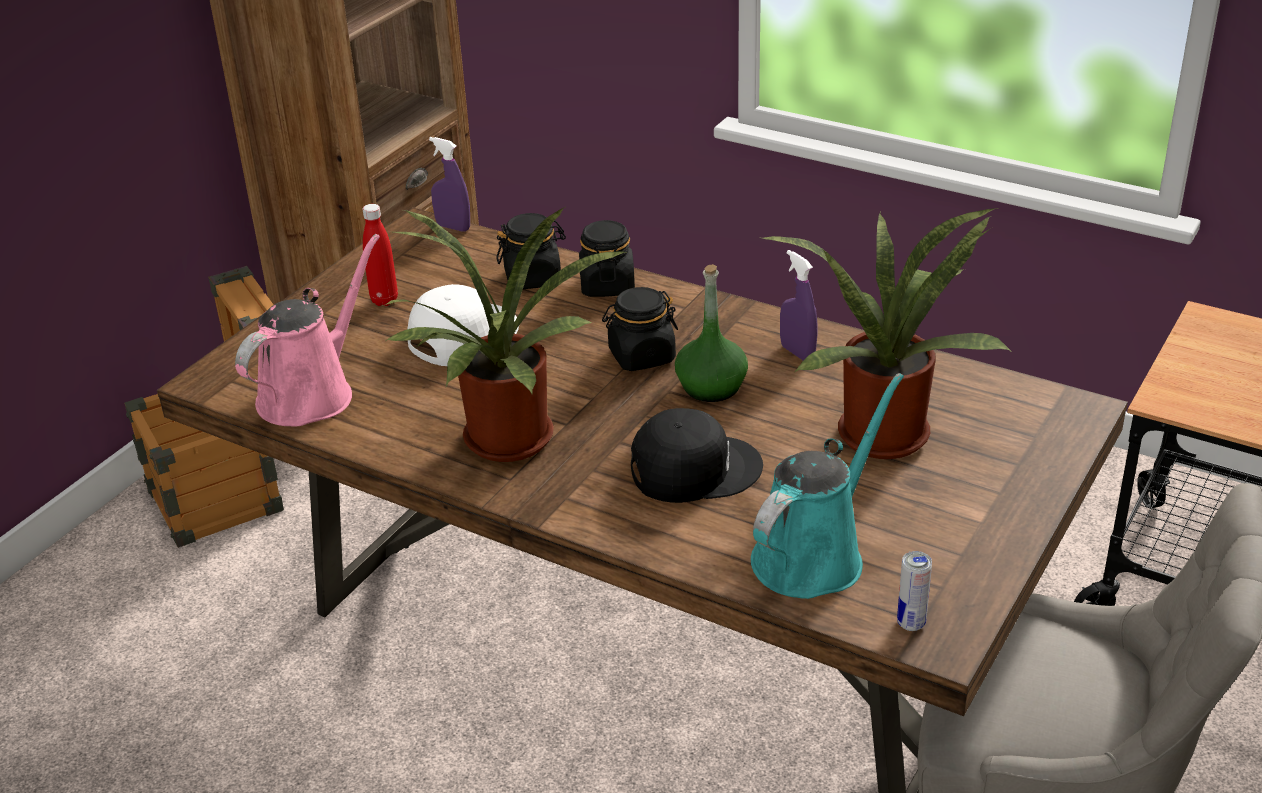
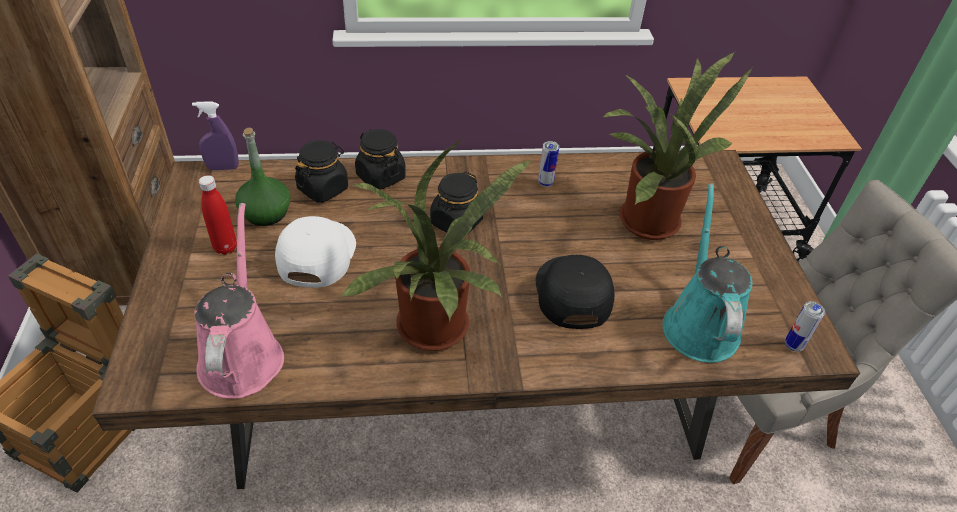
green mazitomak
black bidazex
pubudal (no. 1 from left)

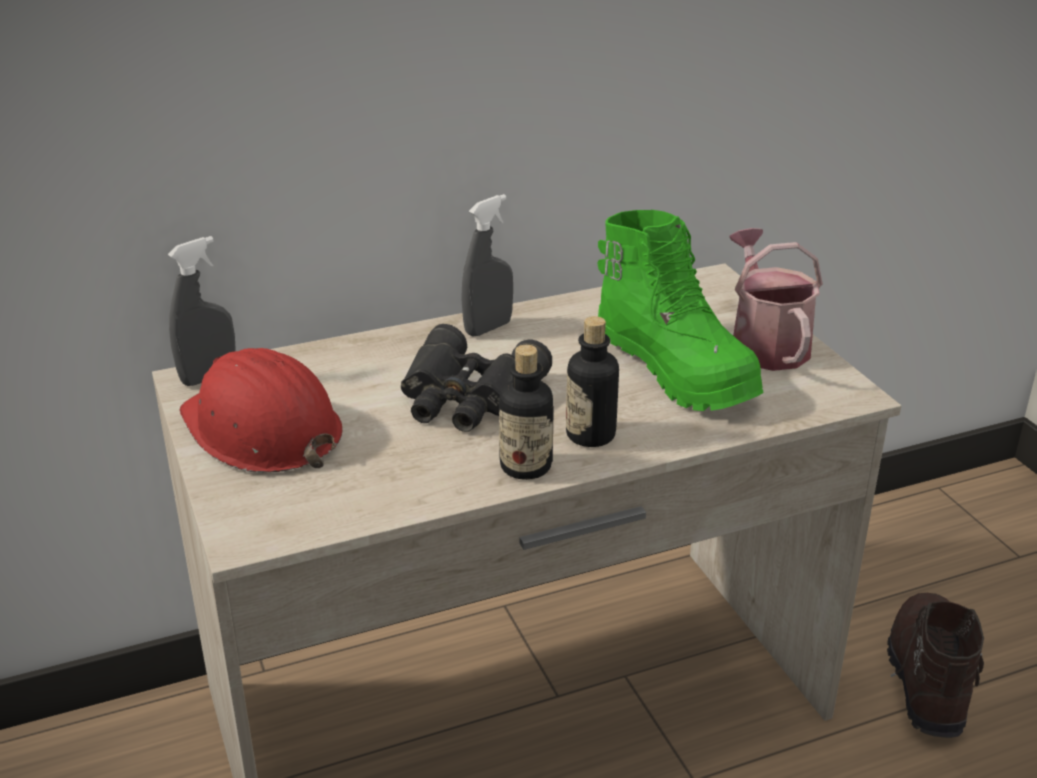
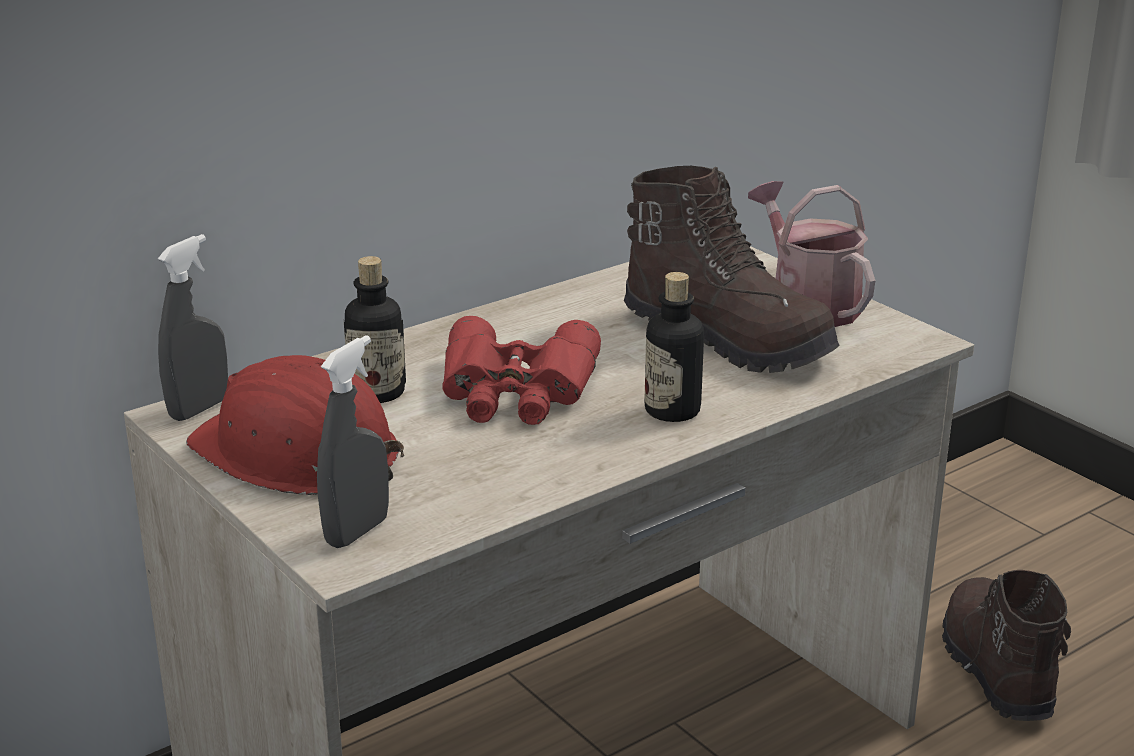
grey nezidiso (no. 2 from left)
mazitomak (no. 1 from left)
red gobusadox
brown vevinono (no. 1 from left)

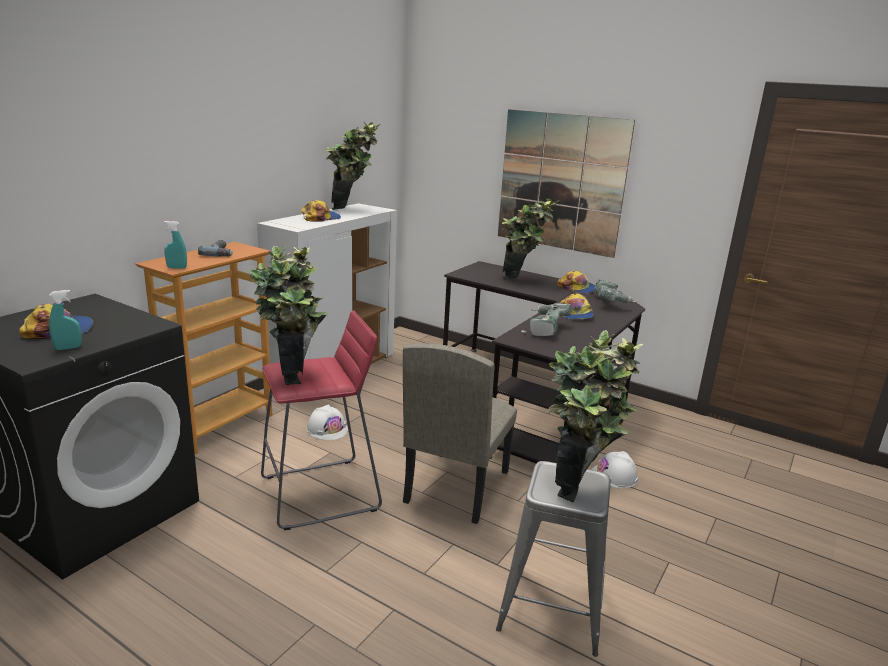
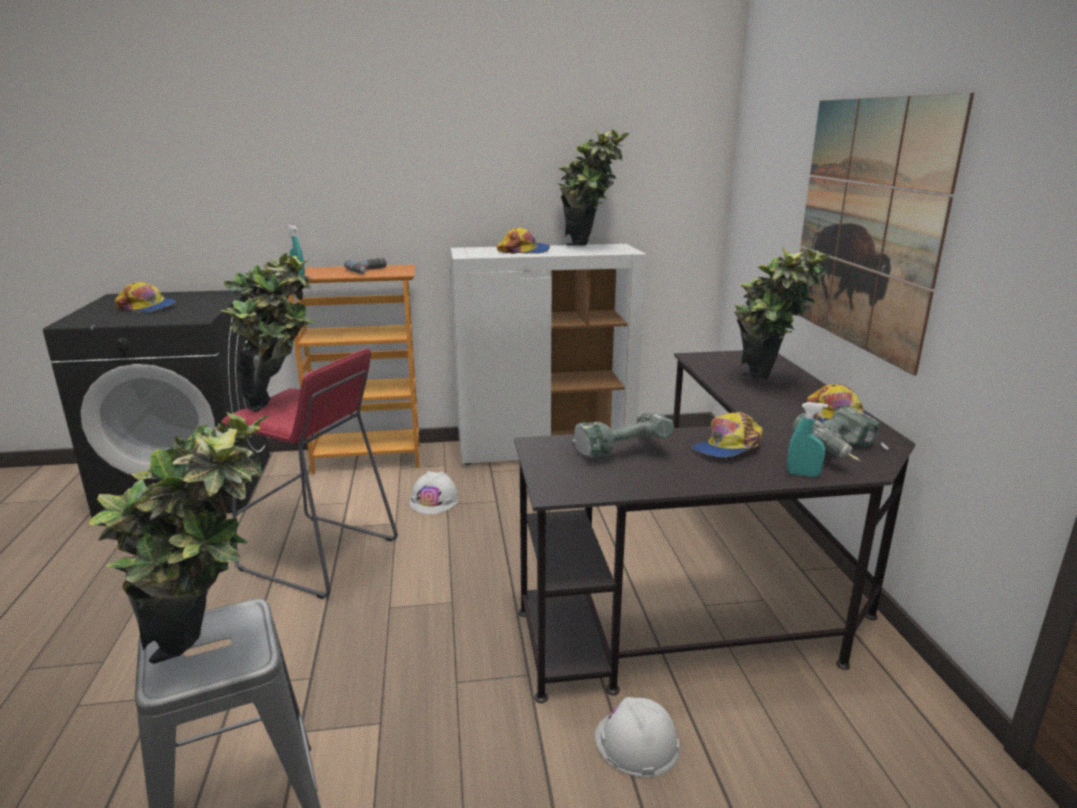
turquoise nezidiso (no. 2 from left)
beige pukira

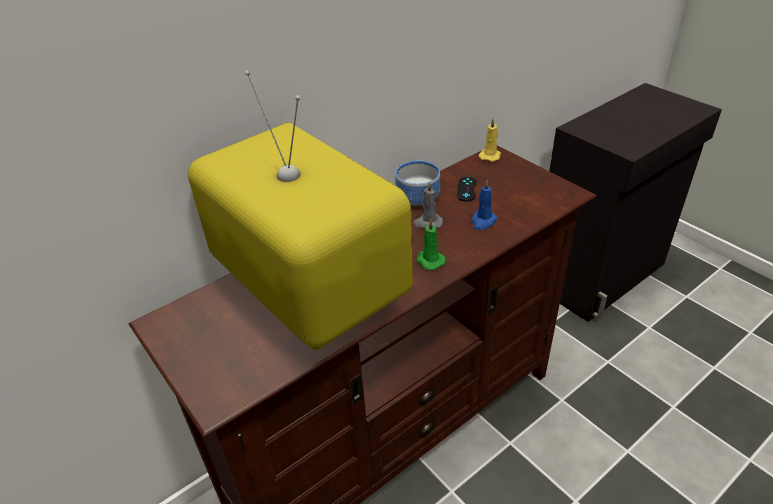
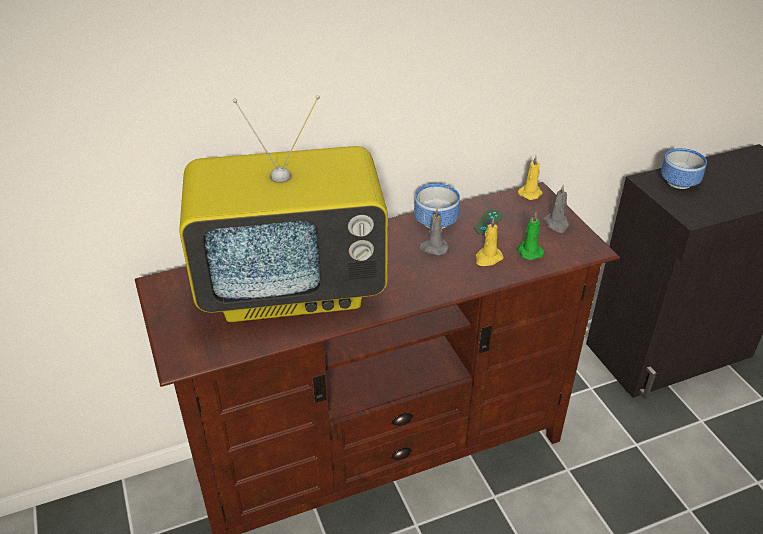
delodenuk
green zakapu
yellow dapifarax (no. 1 from left)
green dapifarax
grey dapifarax (no. 2 from left)
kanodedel (no. 2 from left)

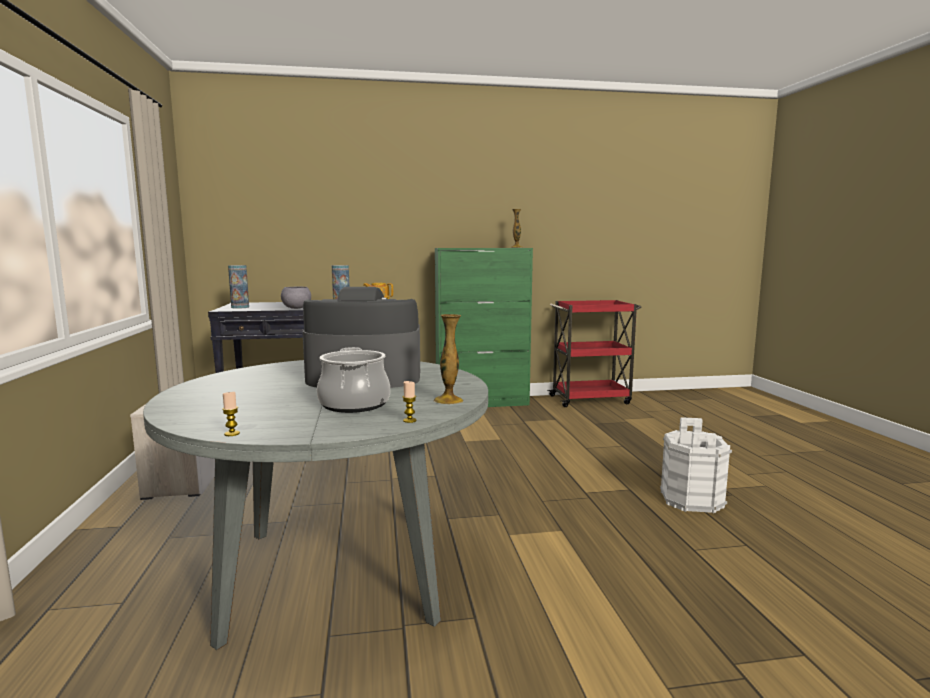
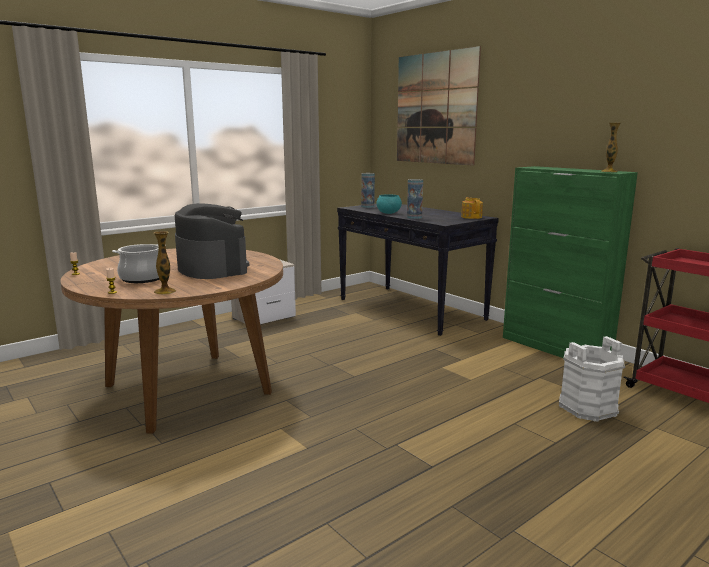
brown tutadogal
turquoise kanodedel
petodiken
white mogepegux

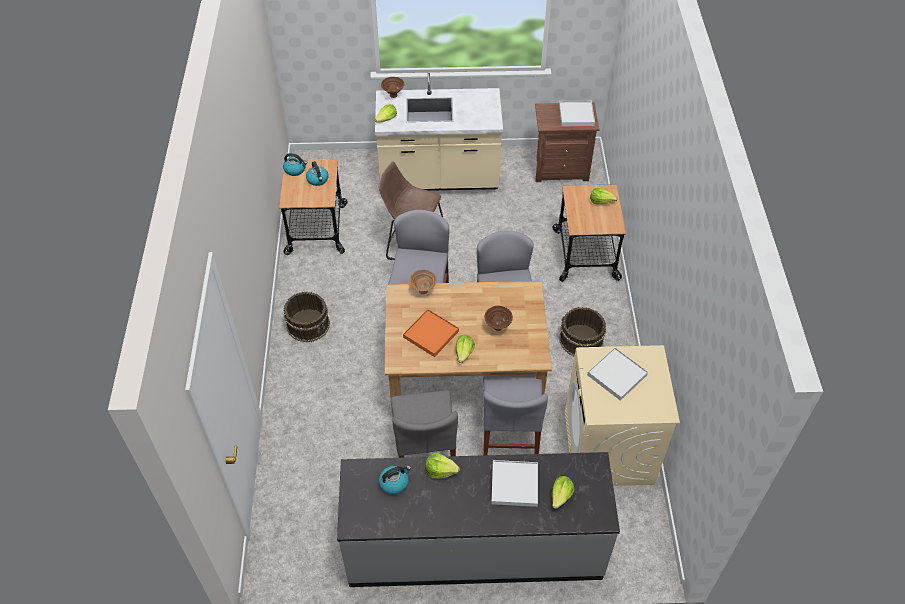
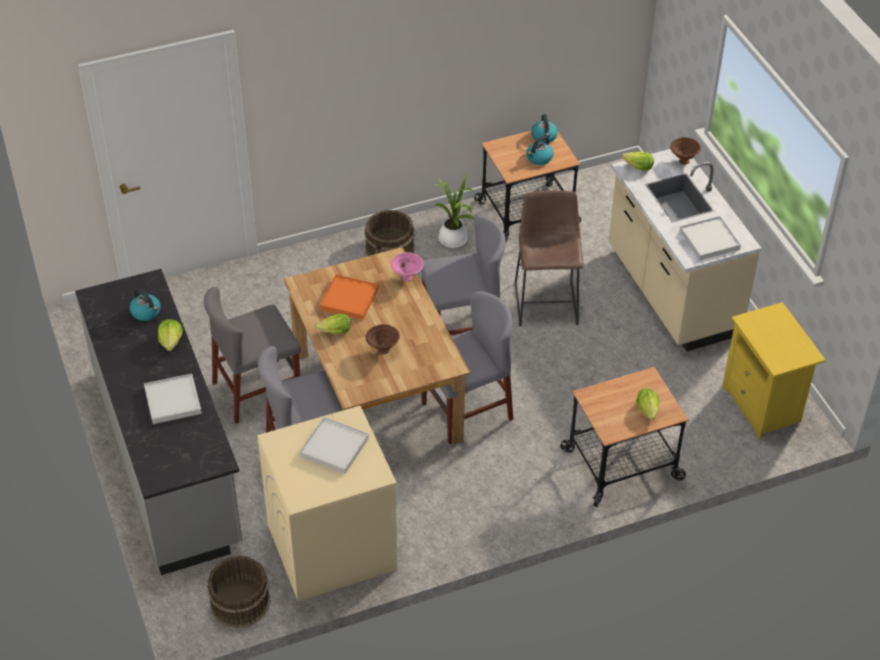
brown mogepegux (no. 1 from left)
pink kanodedel
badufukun
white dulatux (no. 3 from left)
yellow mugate
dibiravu (no. 4 from left in the first image)

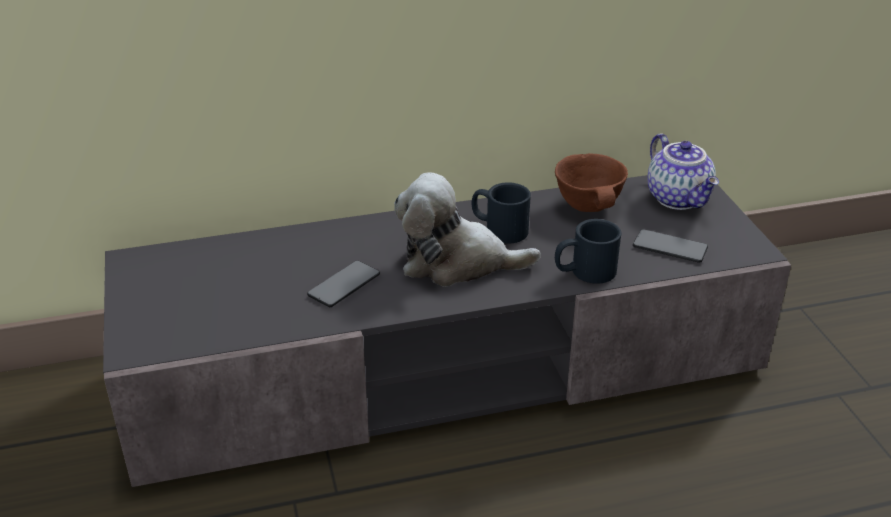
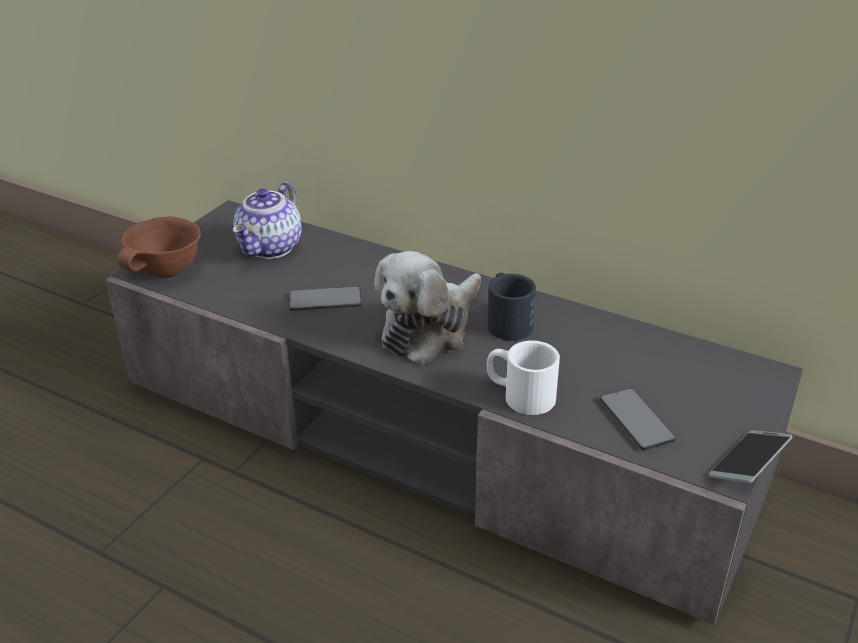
brown kanodedel
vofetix
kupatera
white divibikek
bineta (no. 3 from left)

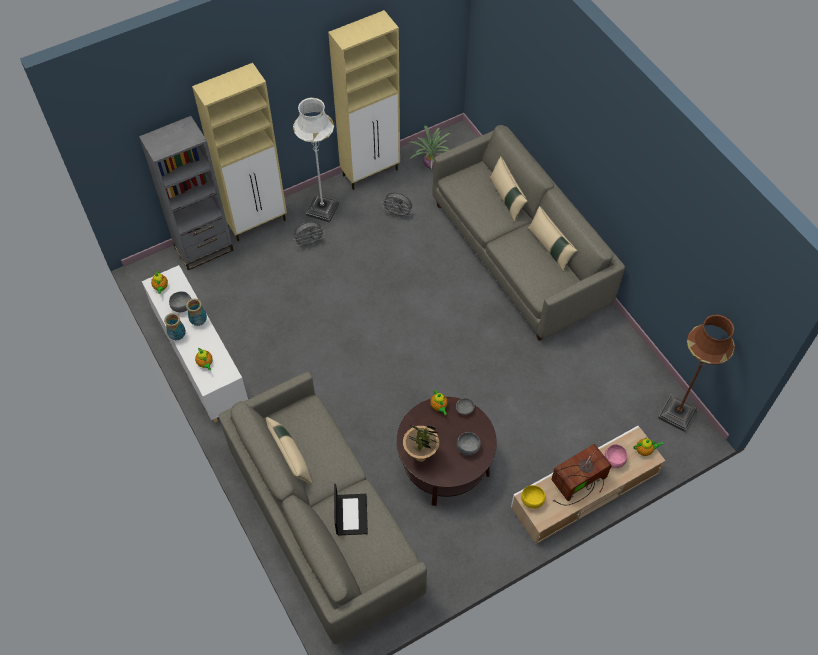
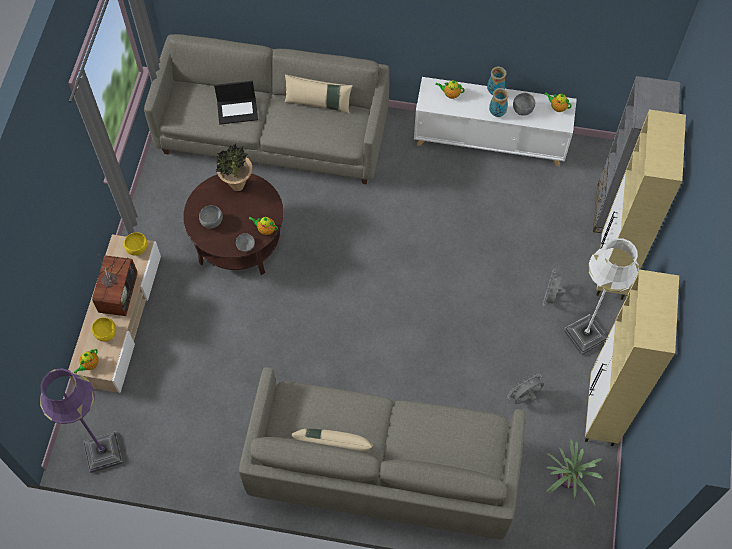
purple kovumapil
yellow kanodedel (no. 1 from left)
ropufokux
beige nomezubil (no. 2 from left in the first image)

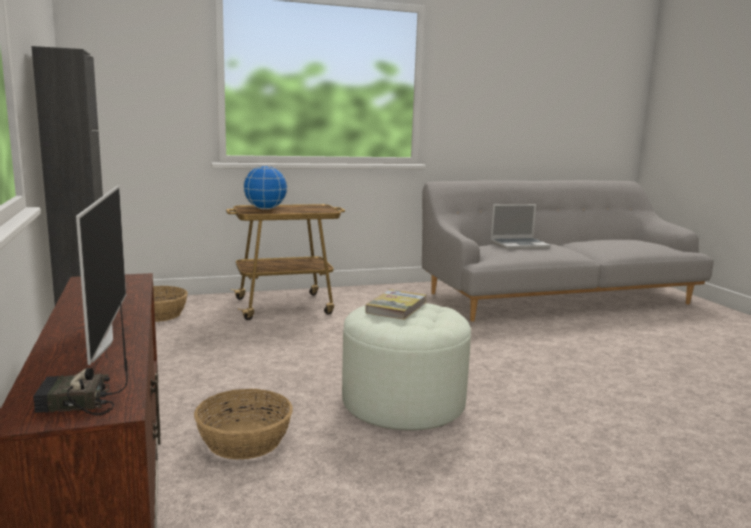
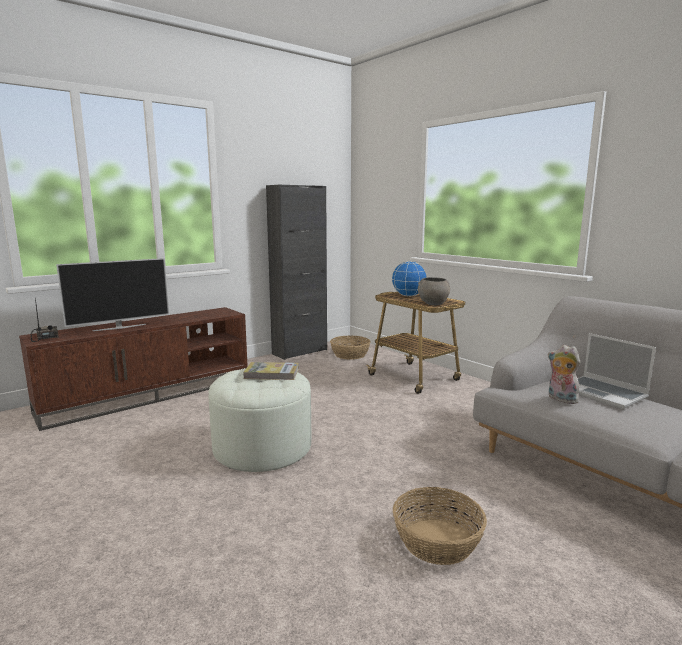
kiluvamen (no. 2 from left)
grey kanodedel
kupatera

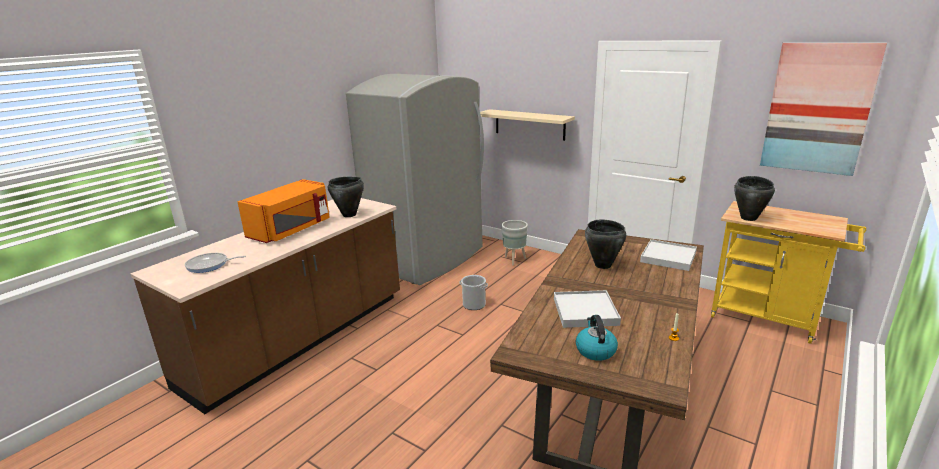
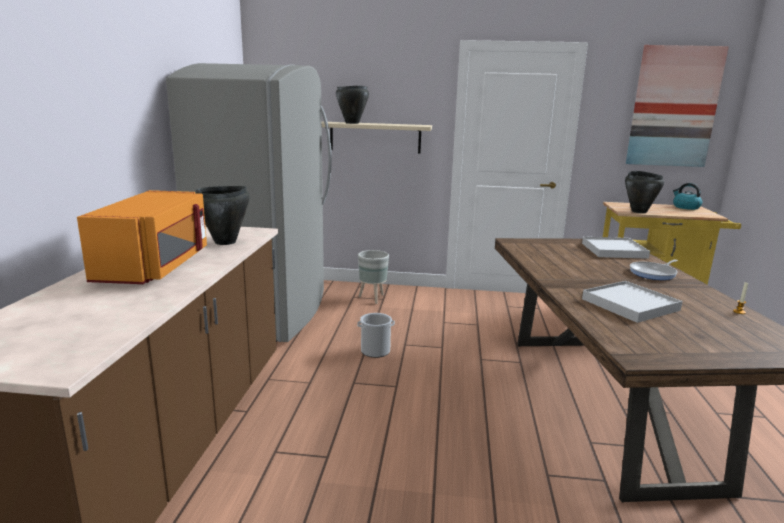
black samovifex (no. 2 from left)
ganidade
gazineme

